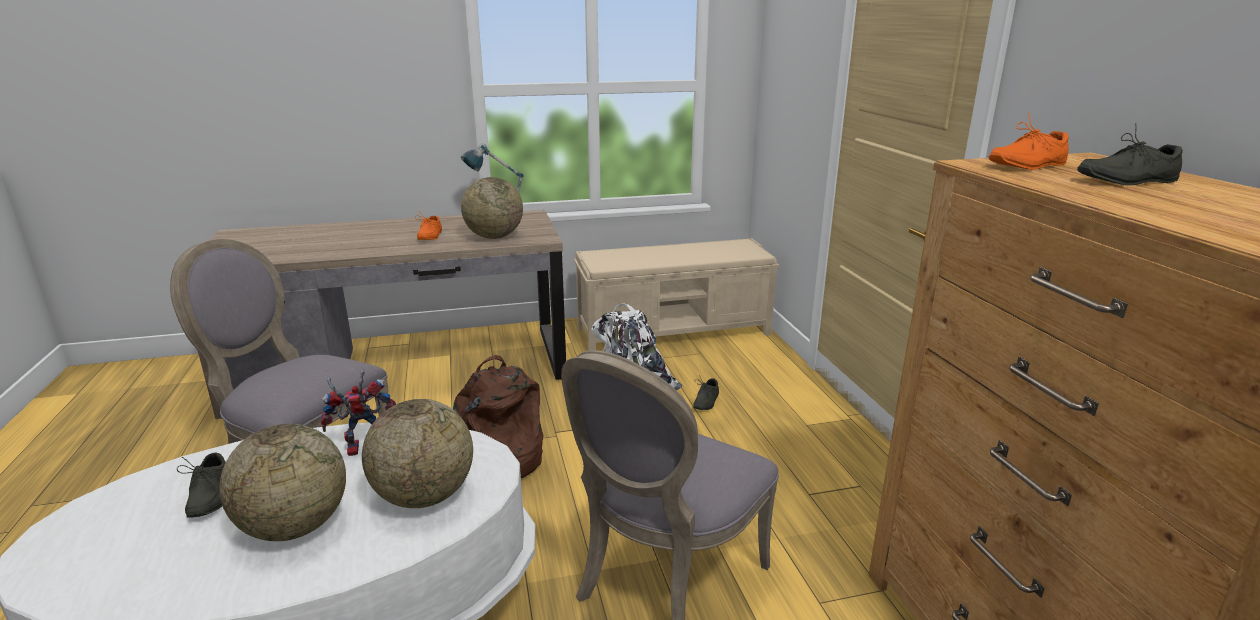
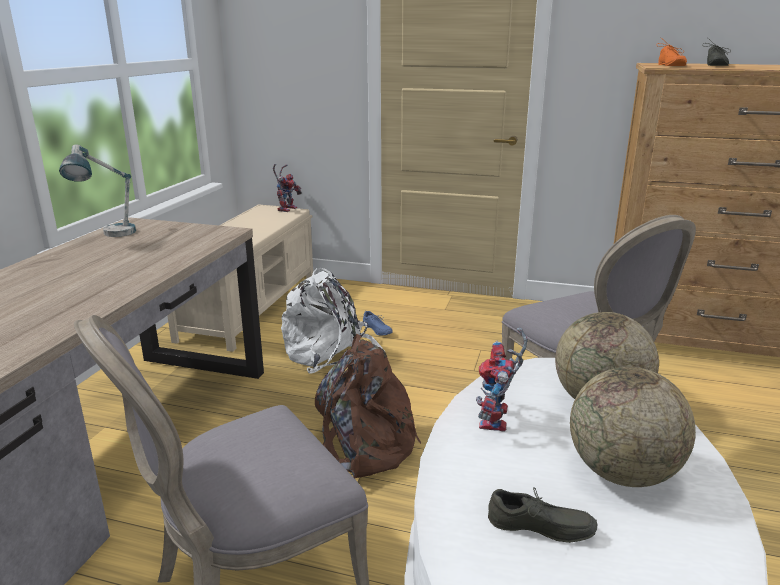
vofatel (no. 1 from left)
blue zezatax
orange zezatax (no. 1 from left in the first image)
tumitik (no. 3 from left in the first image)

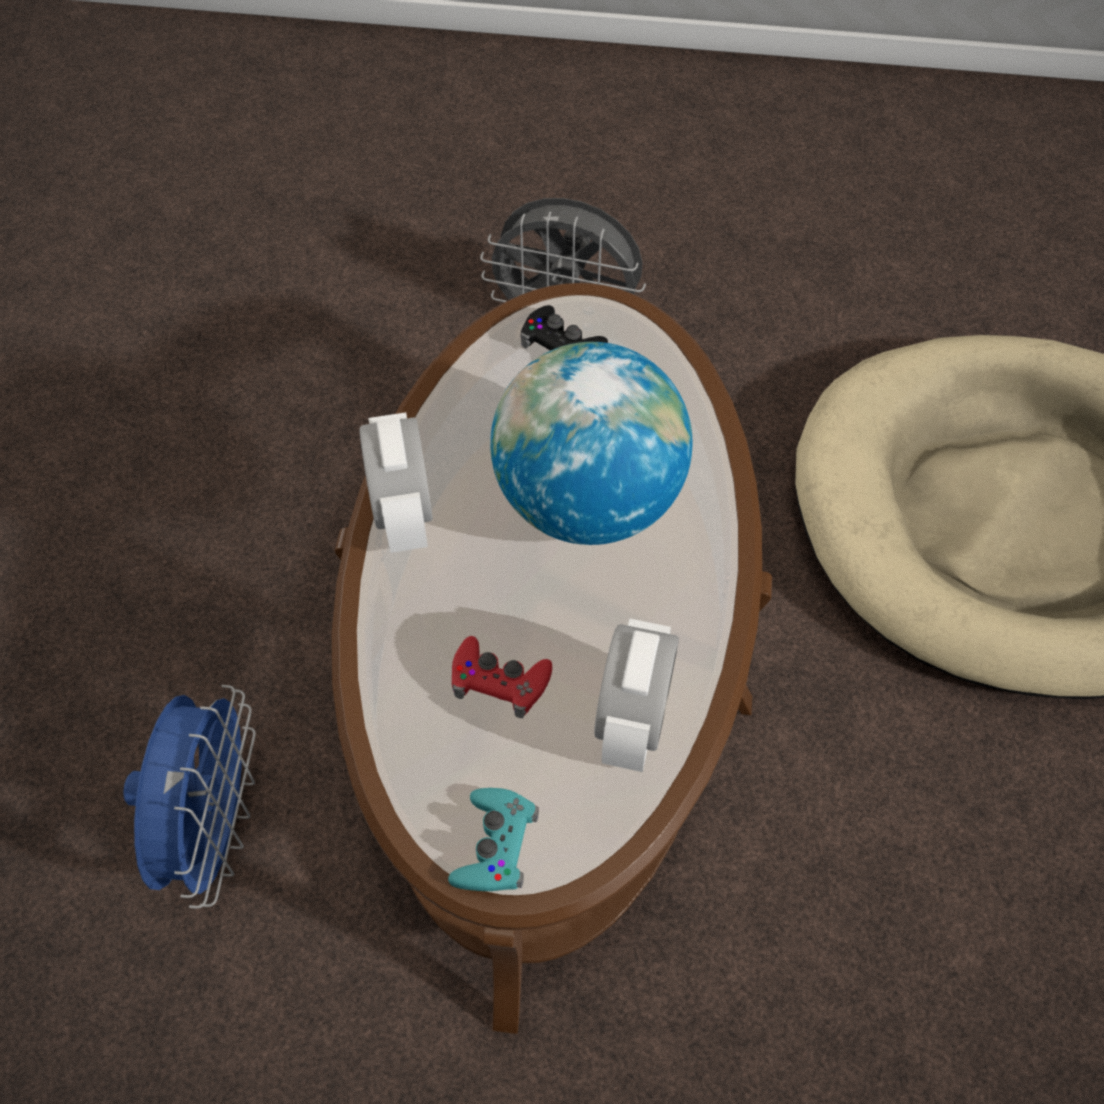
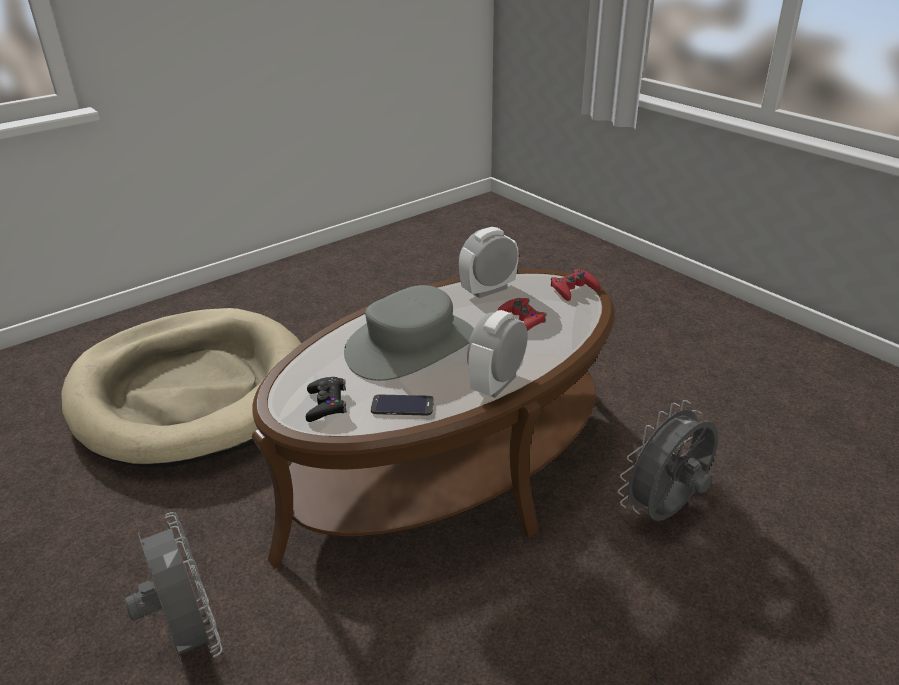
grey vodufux
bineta
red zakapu (no. 2 from left)
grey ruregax (no. 2 from left)

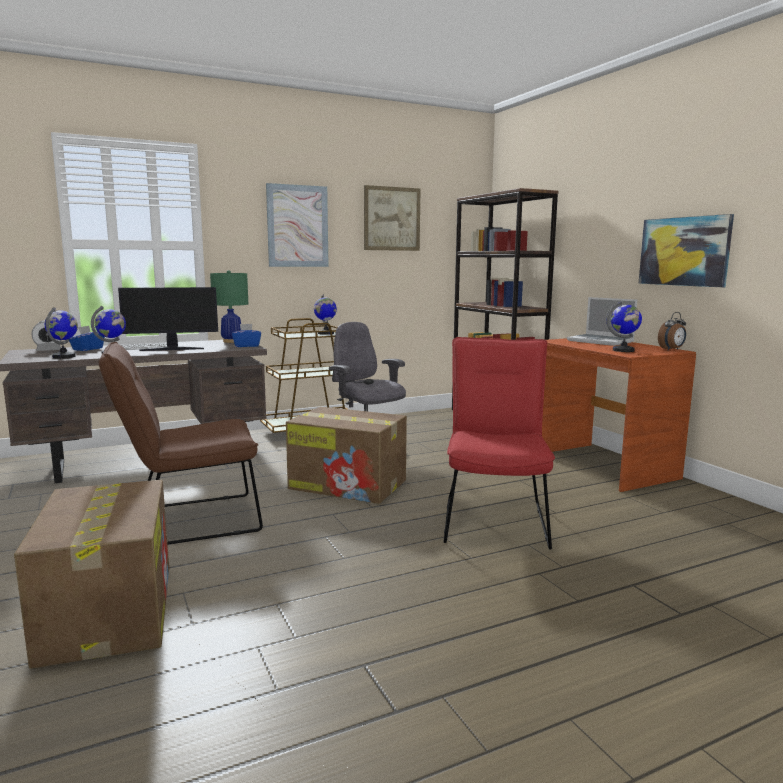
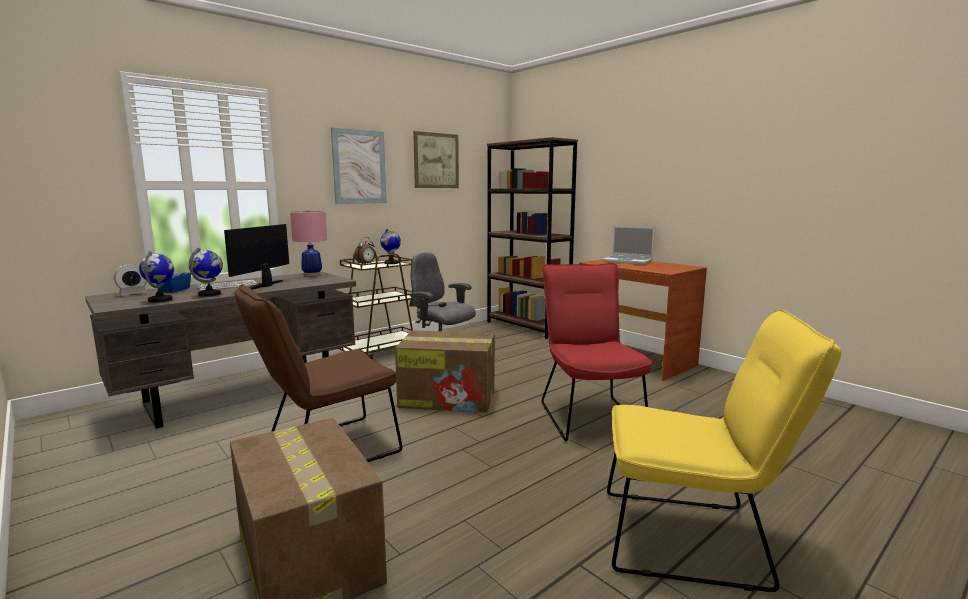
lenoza
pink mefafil
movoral (no. 2 from left)
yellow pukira
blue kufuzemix (no. 2 from left in the first image)
tumitik (no. 4 from left in the first image)
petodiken (no. 3 from left in the first image)

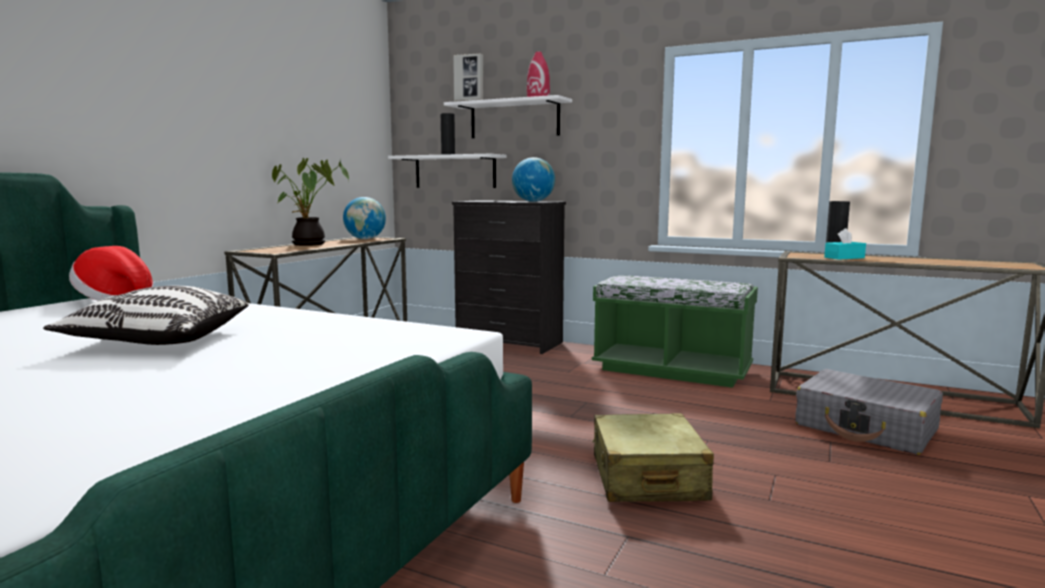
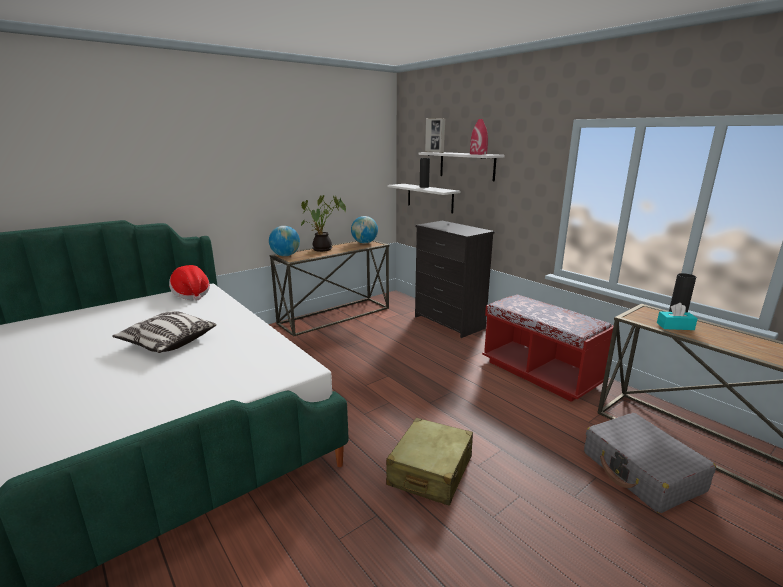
tumitik (no. 1 from left)
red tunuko

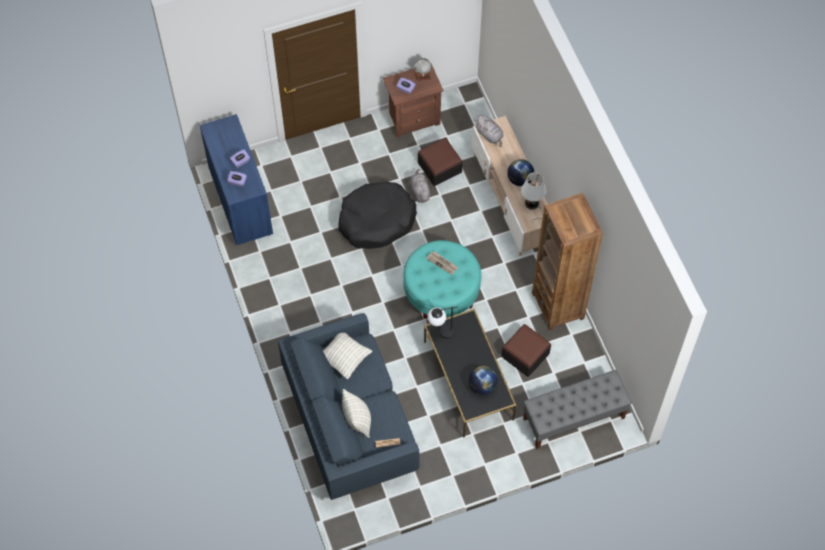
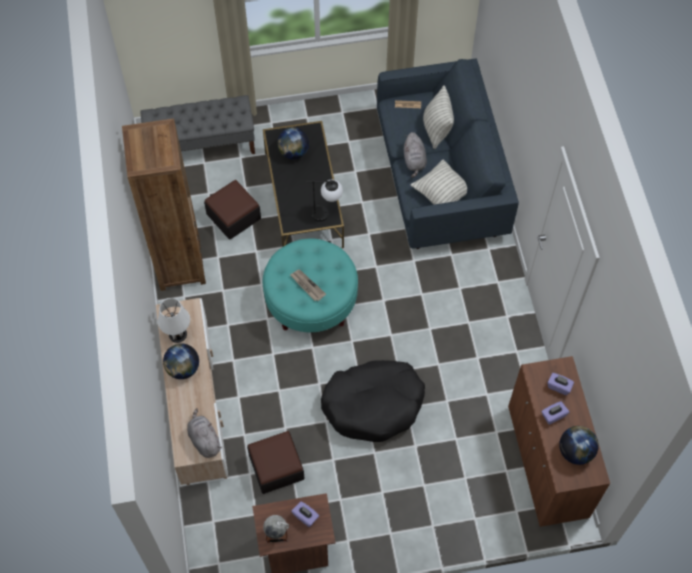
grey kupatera (no. 2 from left)
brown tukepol
tumitik (no. 4 from left)

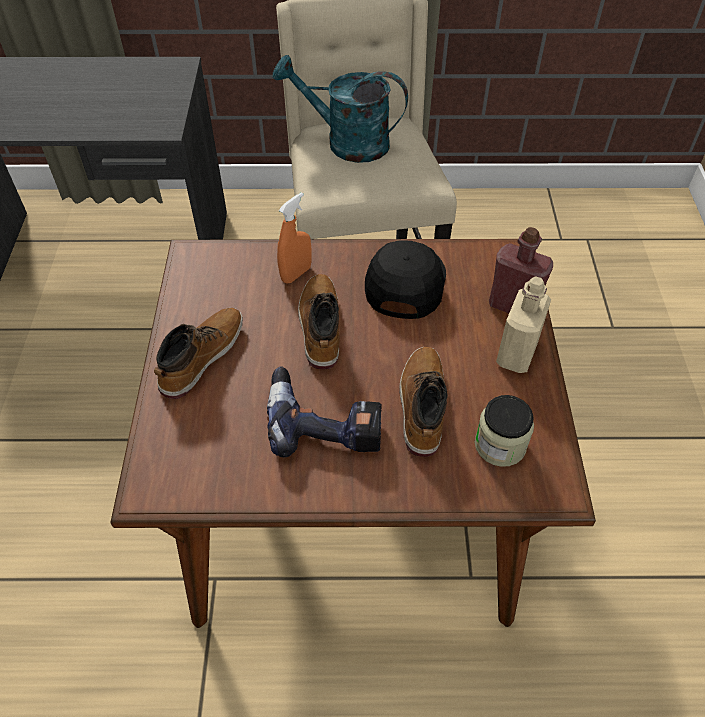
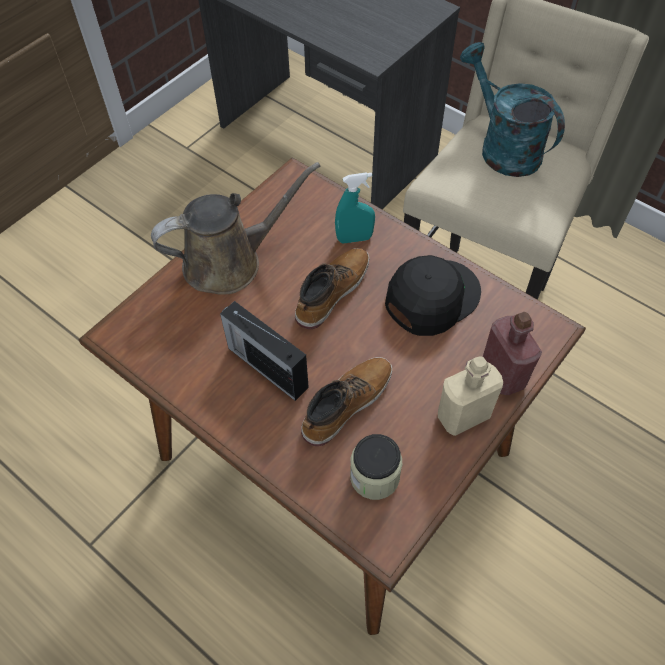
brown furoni
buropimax
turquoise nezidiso

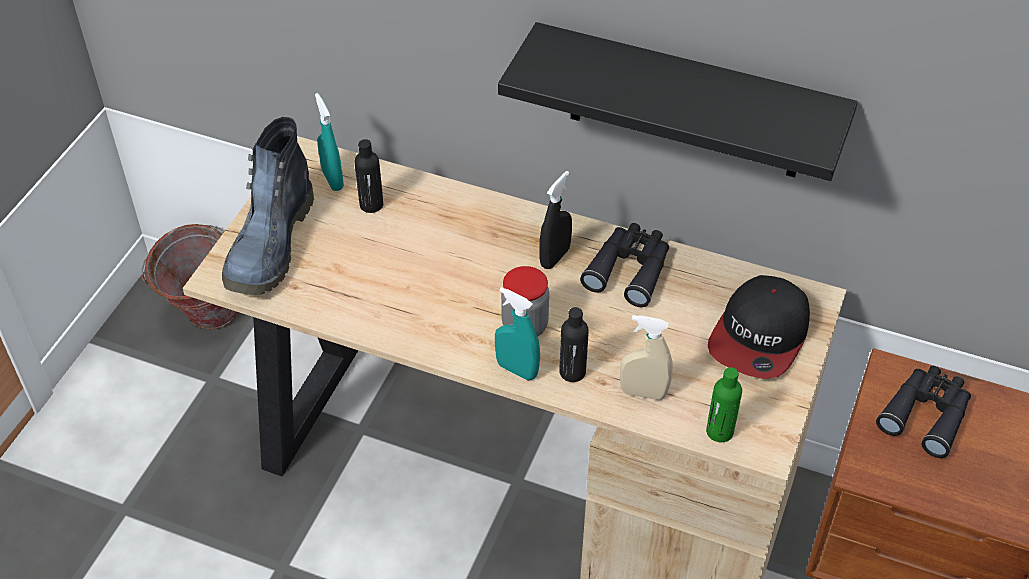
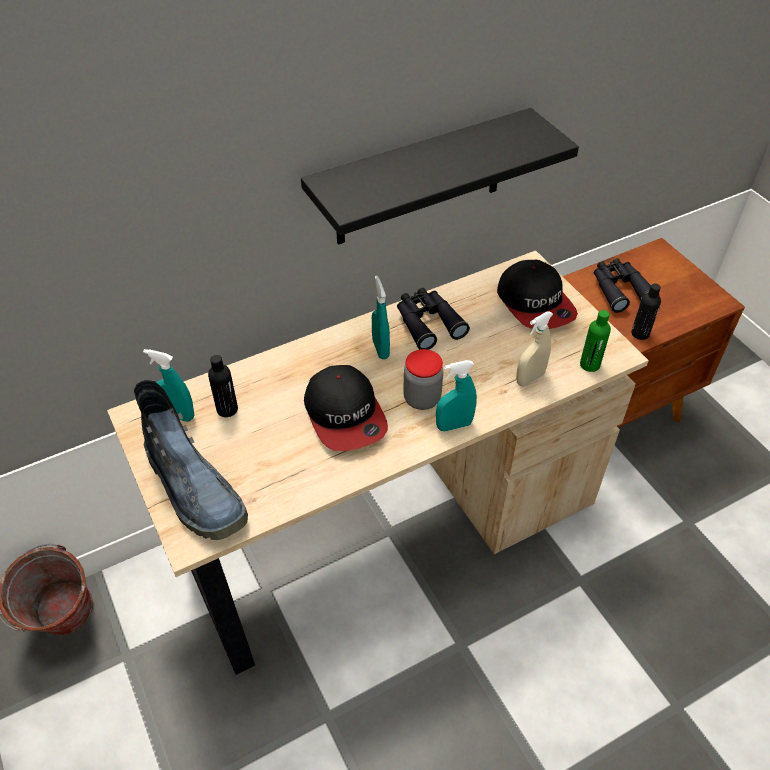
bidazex (no. 1 from left)
turquoise nezidiso (no. 2 from left)
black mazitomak (no. 2 from left)

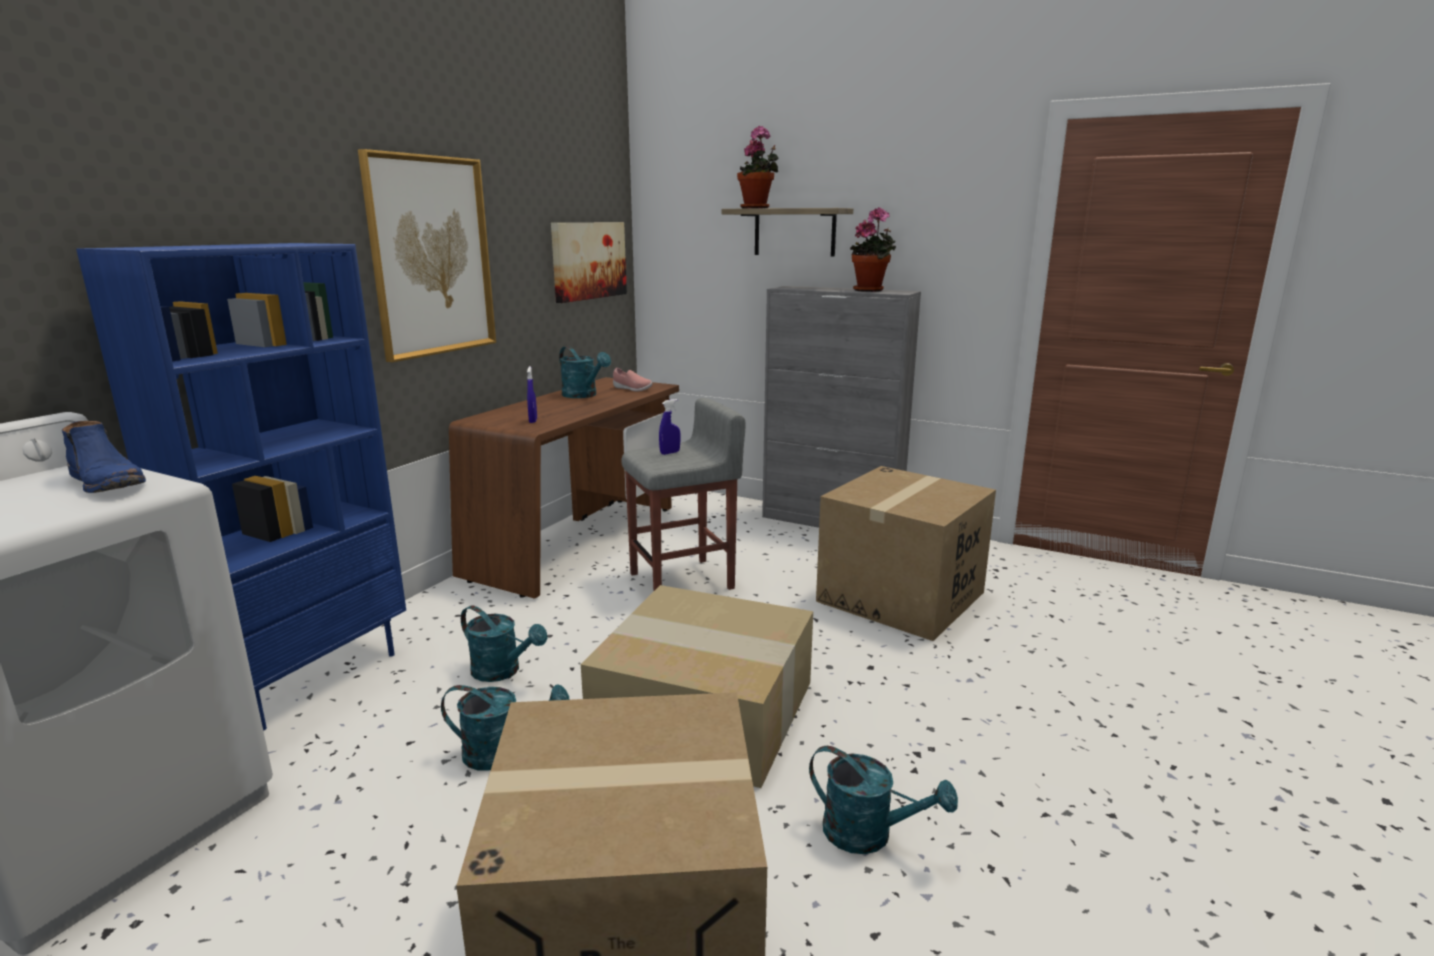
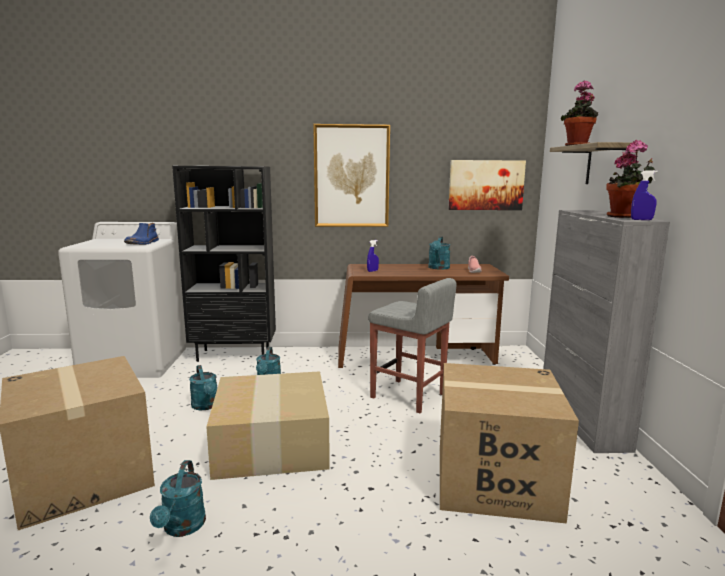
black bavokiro
blue nezidiso (no. 2 from left)

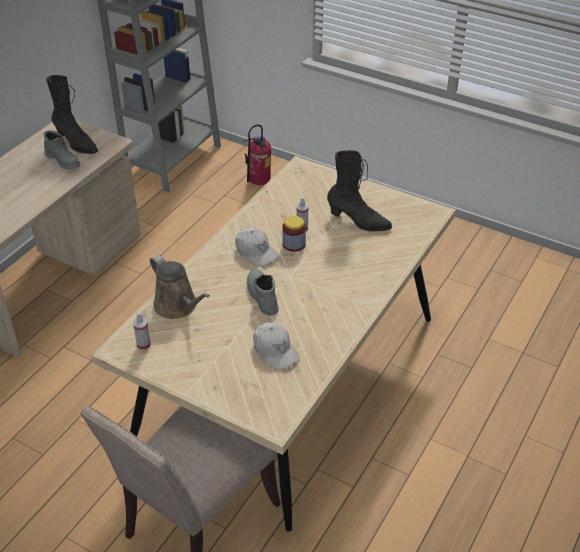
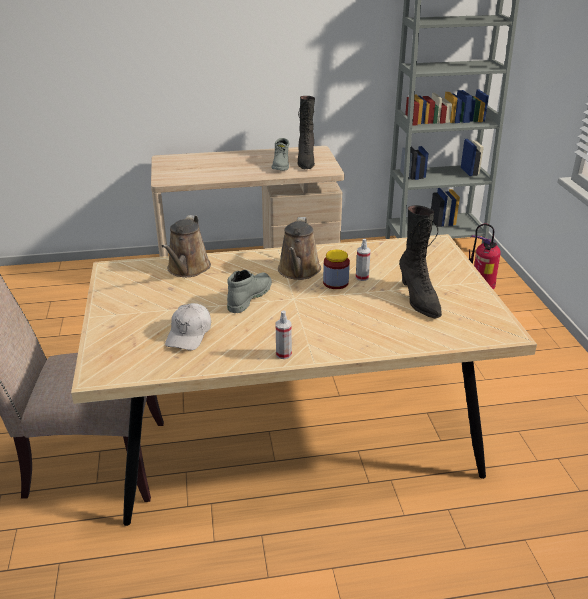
nezidiso (no. 1 from left)
brown furoni (no. 2 from left)

